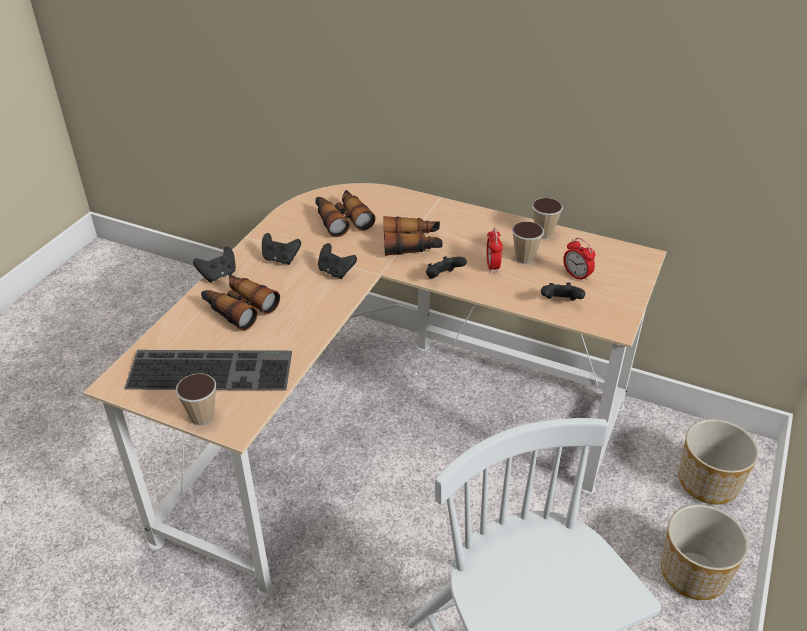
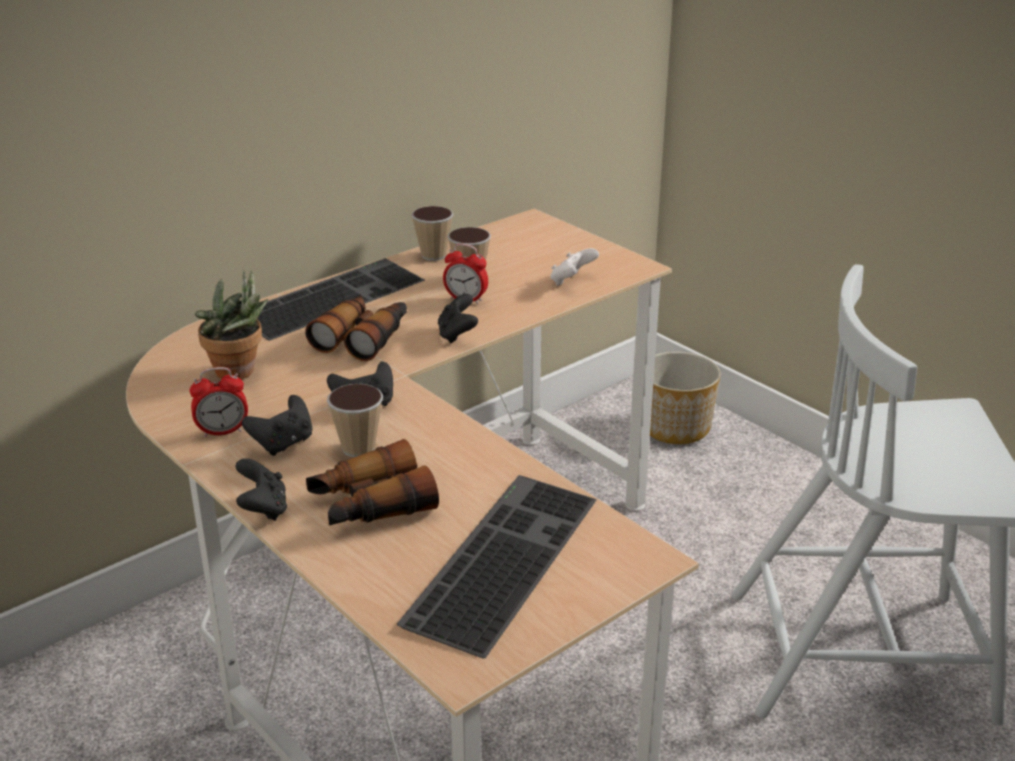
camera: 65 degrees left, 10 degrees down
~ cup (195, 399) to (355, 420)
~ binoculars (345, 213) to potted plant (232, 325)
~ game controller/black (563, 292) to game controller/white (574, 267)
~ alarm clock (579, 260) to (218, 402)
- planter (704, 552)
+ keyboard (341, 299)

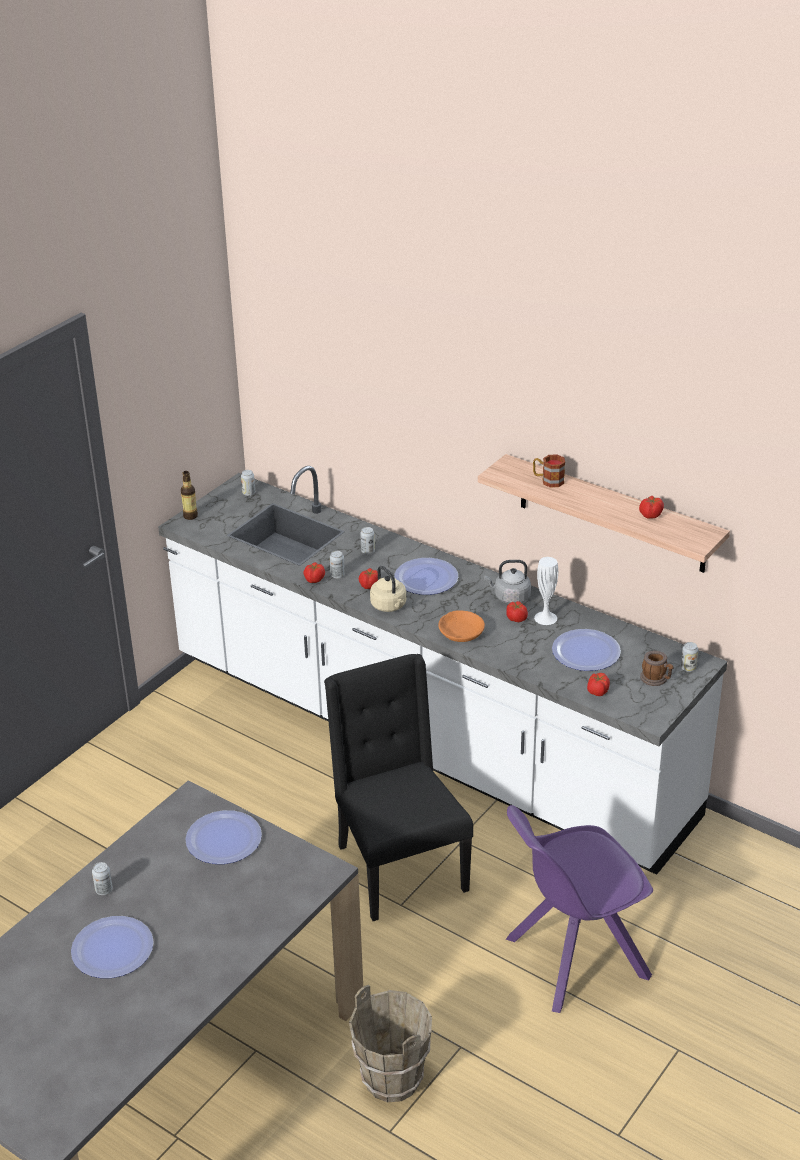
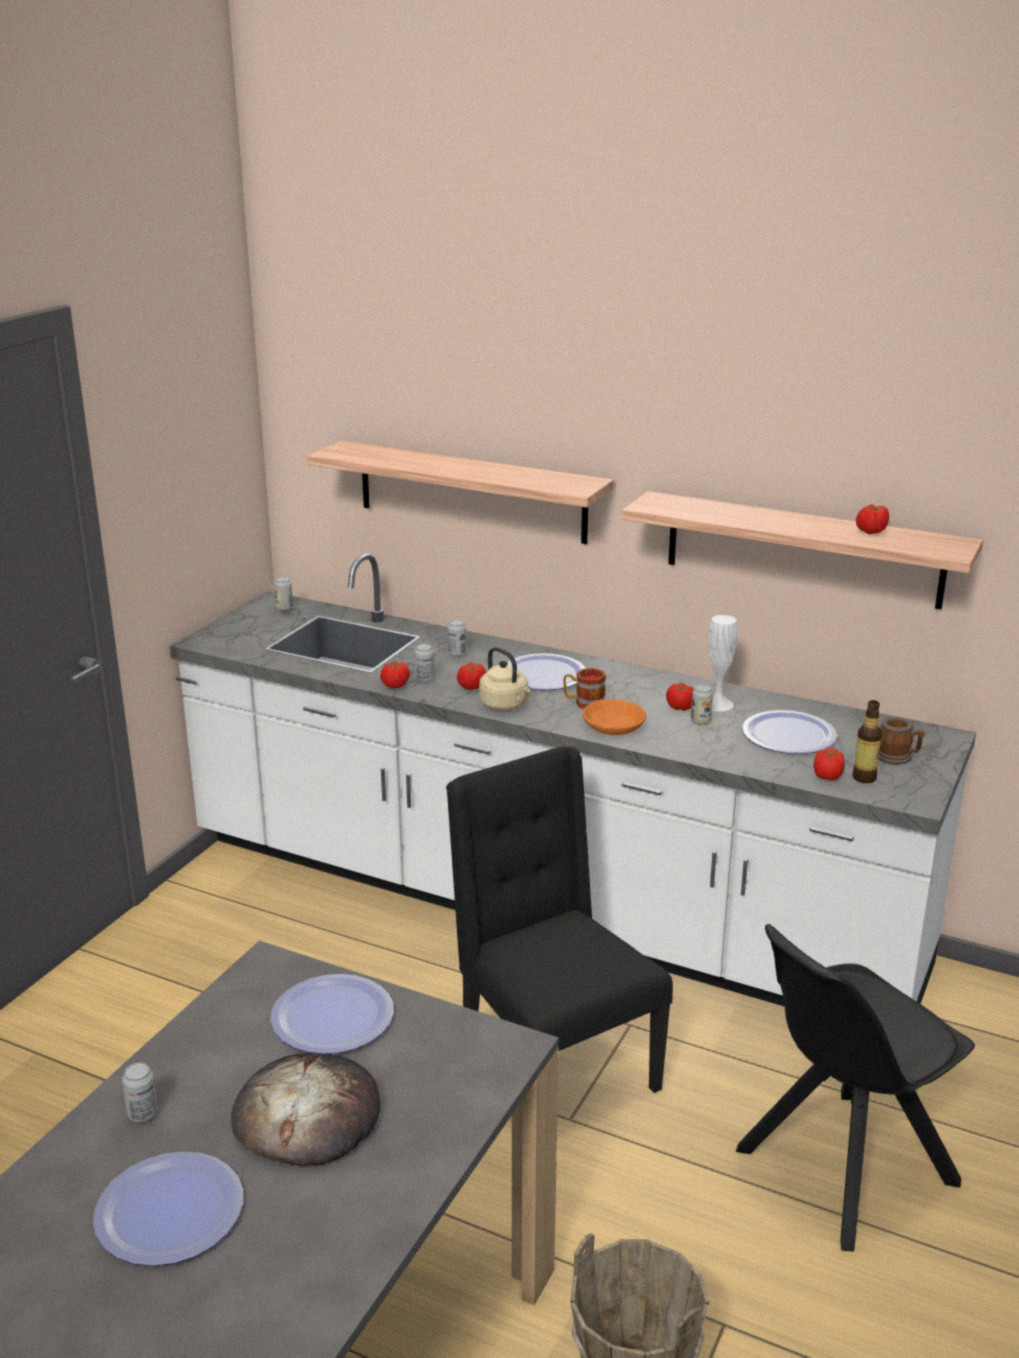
camera: 10 degrees left, 10 degrees down
~ bottle (189, 495) to (867, 741)
- kettle/grey (508, 582)
~ chair/purple (579, 909) to chair/black (855, 1088)
~ mug (549, 470) to (584, 688)
~ can (689, 657) to (702, 704)
+ bread (305, 1109)
+ shelf (460, 492)

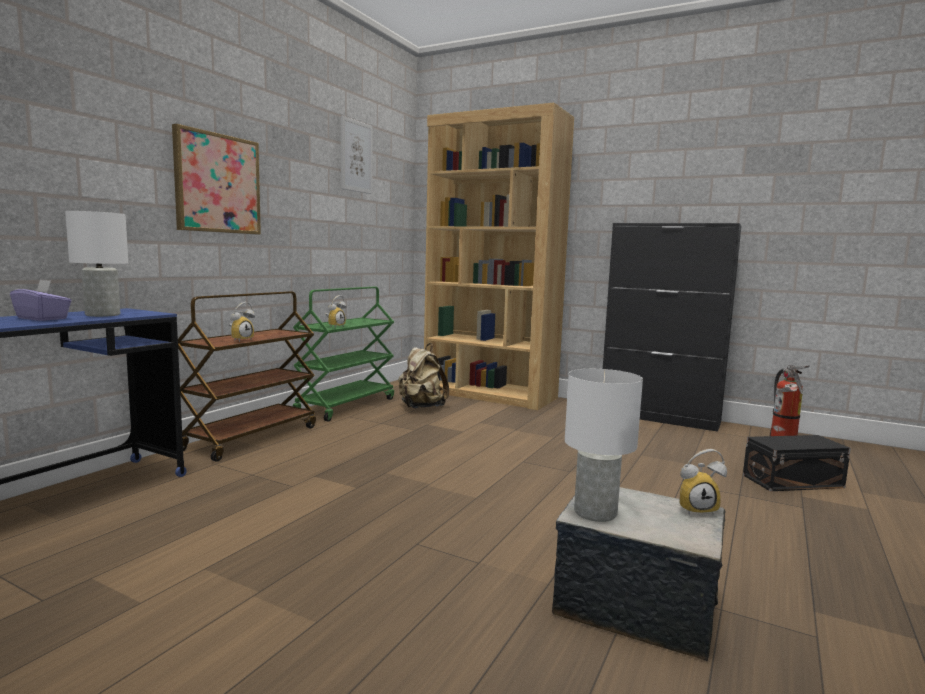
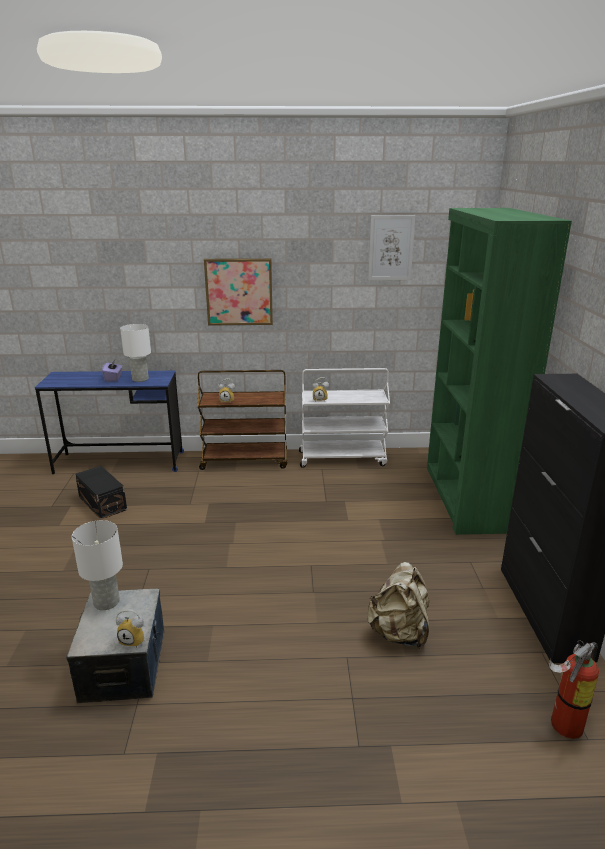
camera: 60 degrees right, 15 degrees up
~ cart/green (343, 354) to cart/white (344, 418)
~ backpack/beige (423, 375) to (398, 605)
~ bookcase/brown (499, 256) to bookcase/green (499, 371)
~ alarm clock (703, 482) = (130, 628) 45 degrees counterclockwise
~ storage box/black (797, 463) to (101, 493)

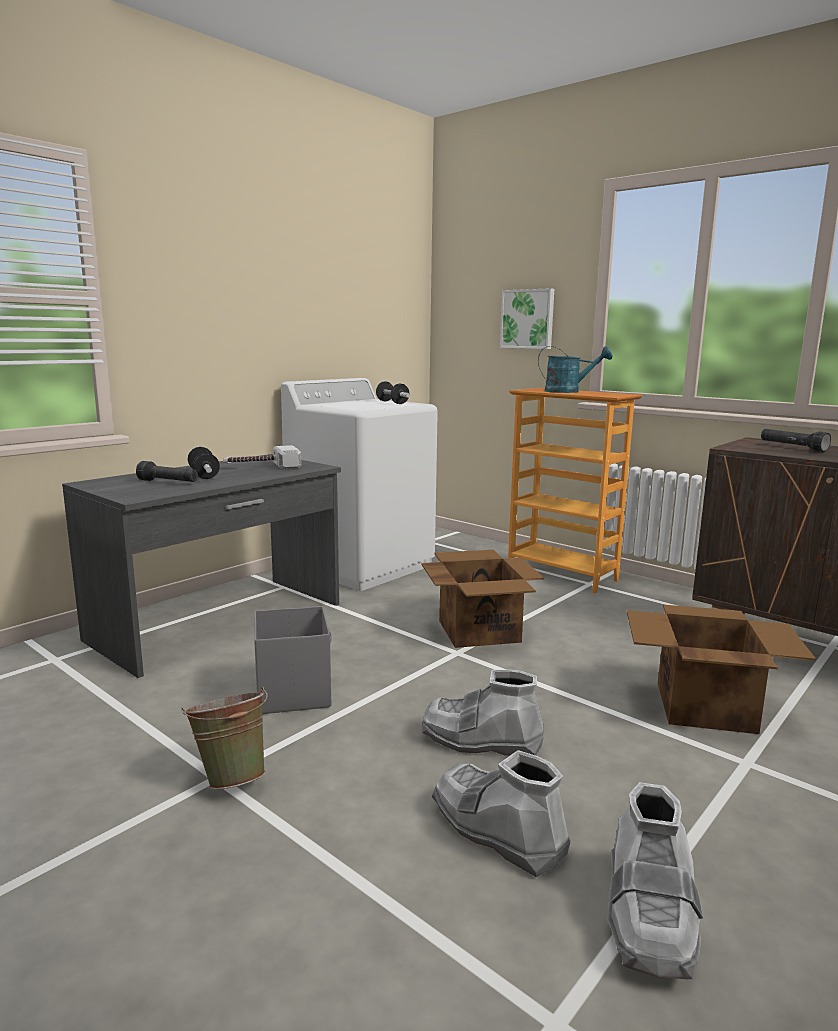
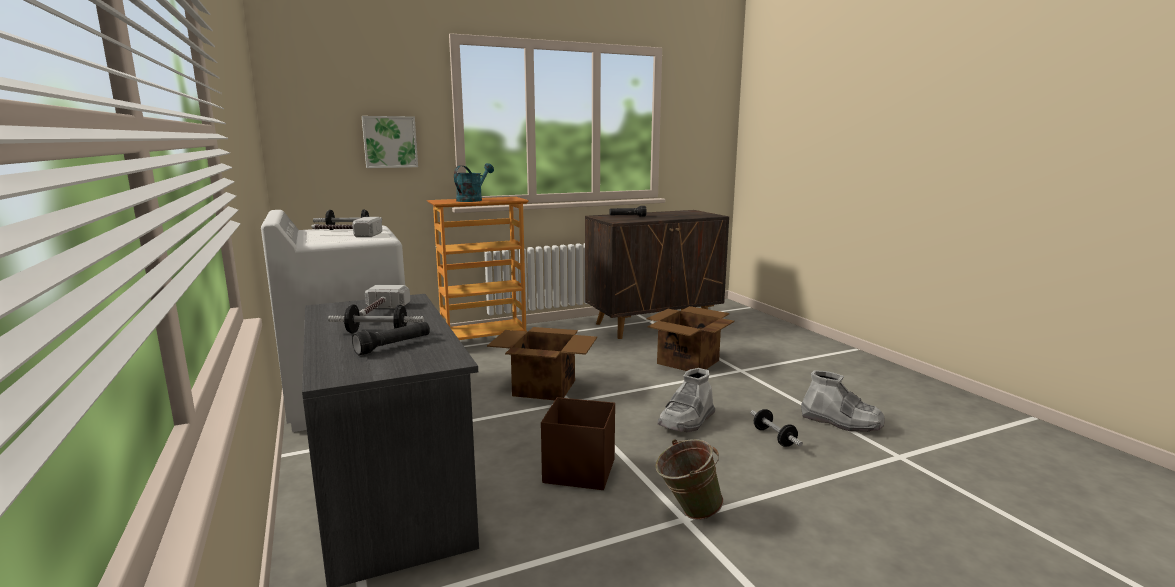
camera: 65 degrees left, 0 degrees up
~ storage box/grey (293, 660) to storage box/brown (578, 443)
~ boot/grey (501, 813) to dumbbell (776, 428)
+ hammer (347, 227)

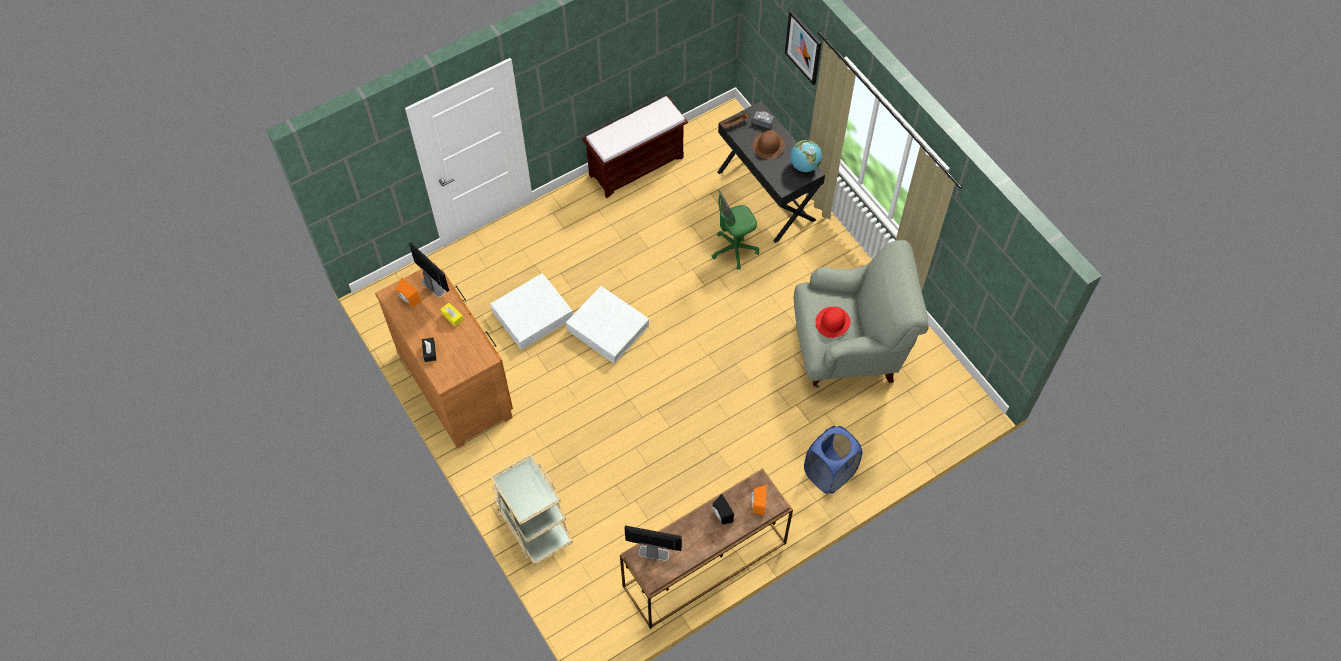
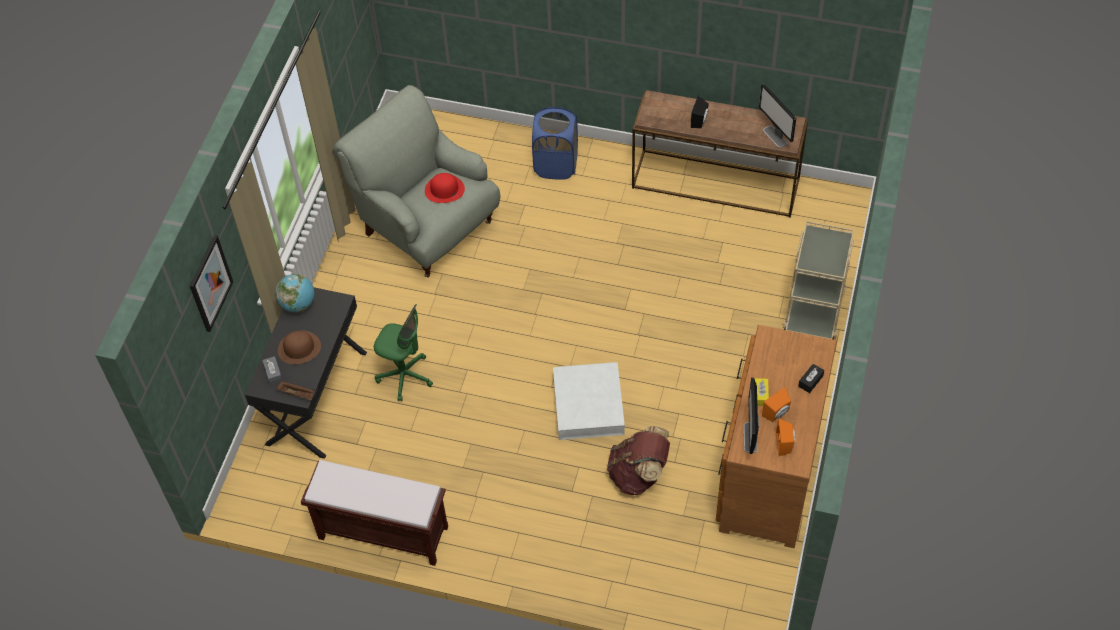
camera: 130 degrees left, 5 degrees down
~ storage box/white (532, 311) to backpack/brown (638, 460)
~ speaker/orange (759, 500) to (776, 404)

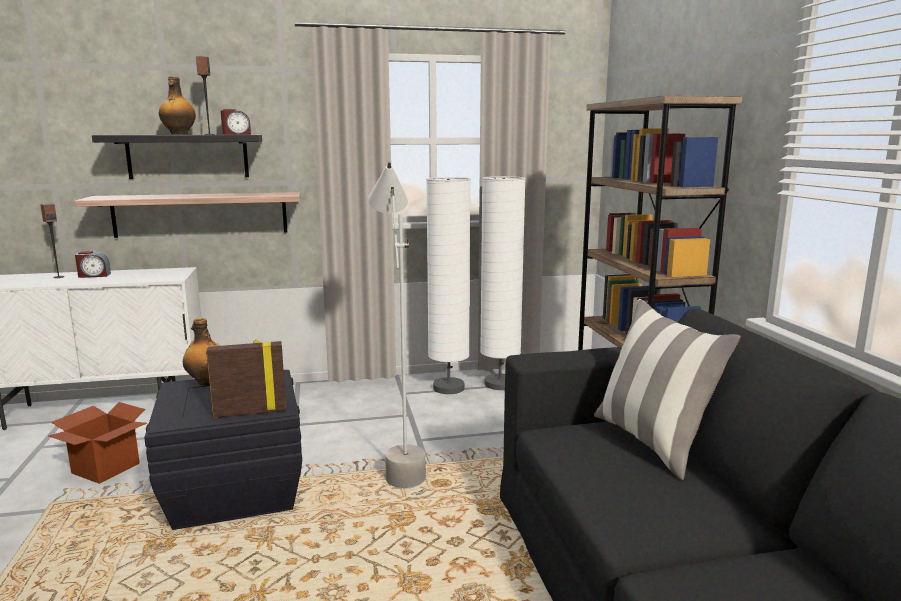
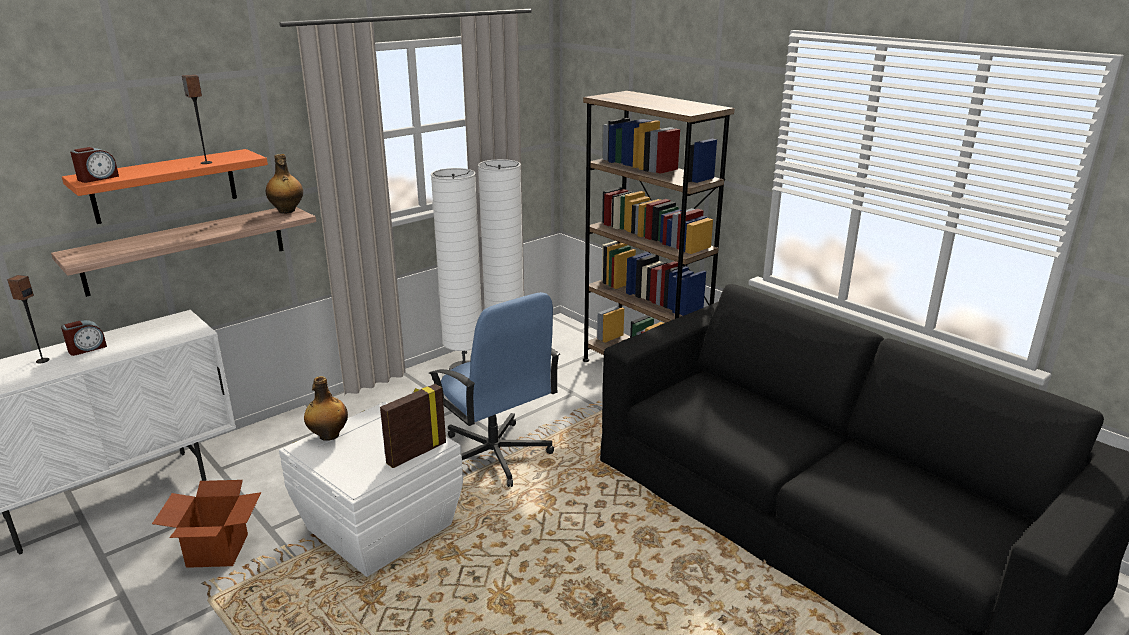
camera: 30 degrees left, 10 degrees up
~ shelf/black (177, 157) to shelf/orange (165, 186)
~ storage box/black (223, 450) to storage box/white (371, 489)
~ bottle (177, 106) to (284, 184)
~ alarm clock (235, 122) to (94, 165)
~ floor lamp/grey (397, 325) to office chair/blue (494, 389)
- pillow (667, 390)

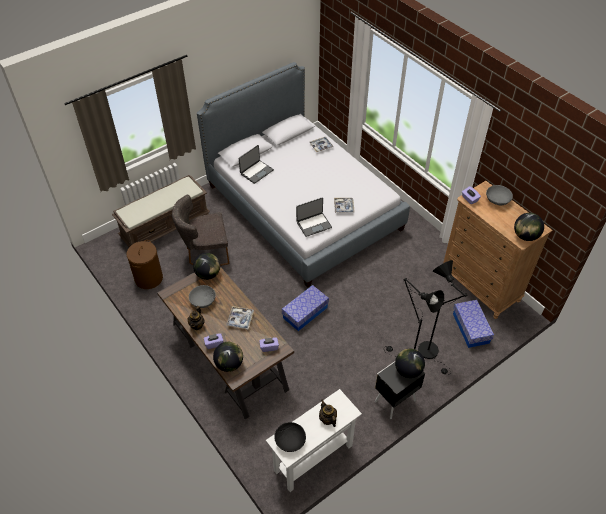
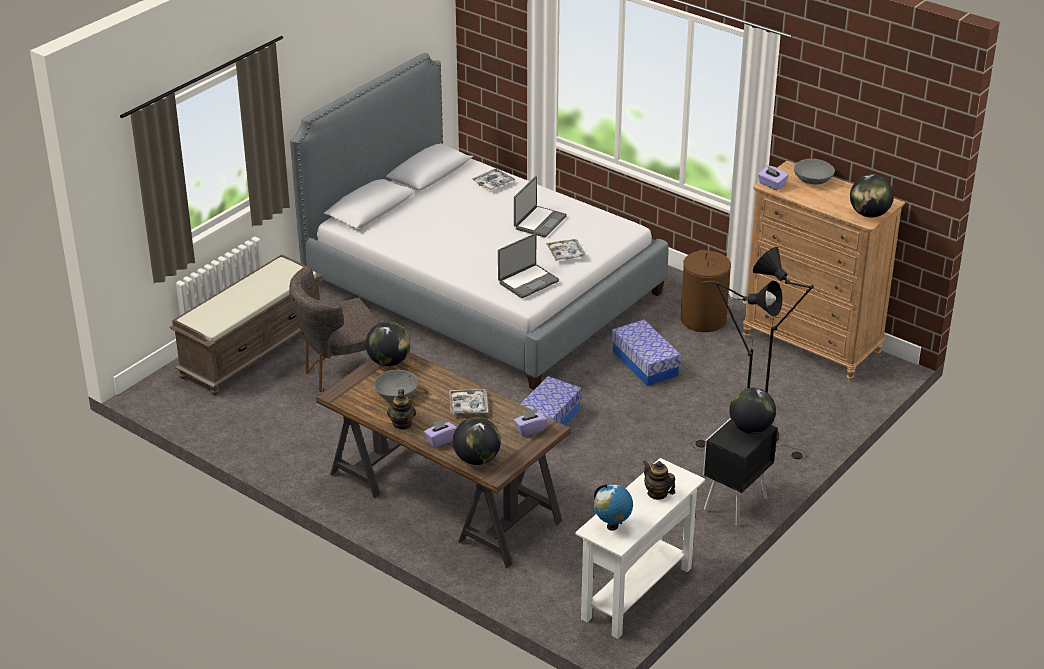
camera: 15 degrees left, 15 degrees down
~ laundry basket/brown (145, 264) to (706, 291)
~ laptop (256, 164) to (540, 207)
~ bowl/black (290, 437) to globe (613, 507)
~ storage box (473, 324) to (646, 353)

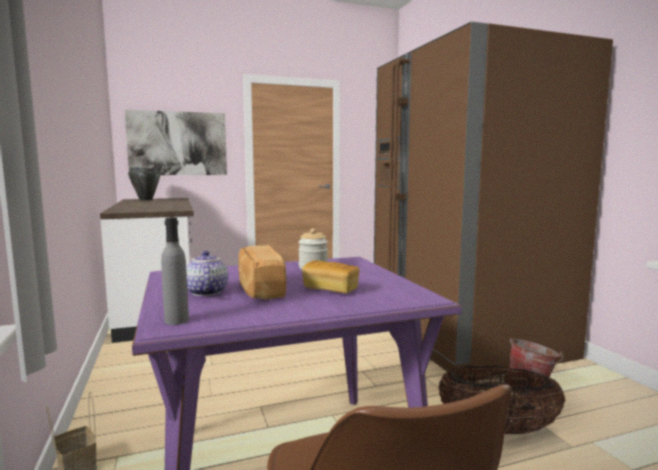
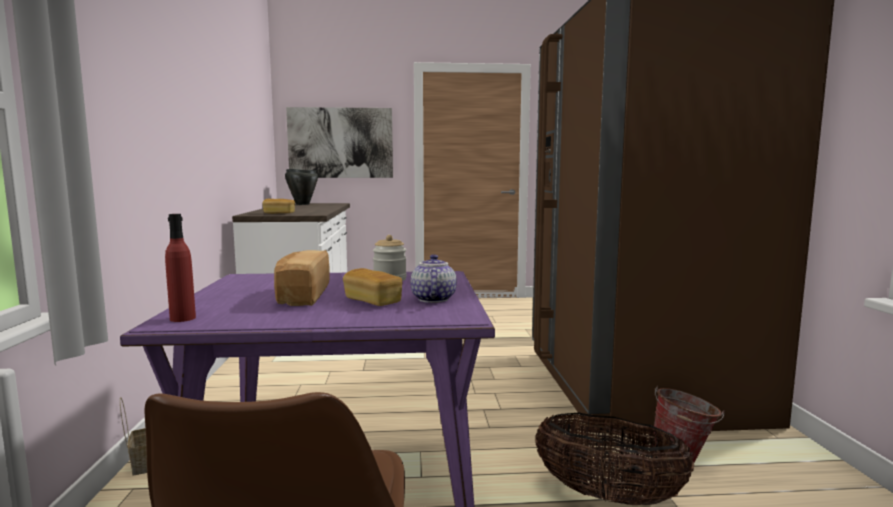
camera: 15 degrees right, 0 degrees up
~ bottle/grey (175, 271) to bottle/red (180, 268)
~ teapot (207, 273) to (434, 278)
+ bread (278, 206)

